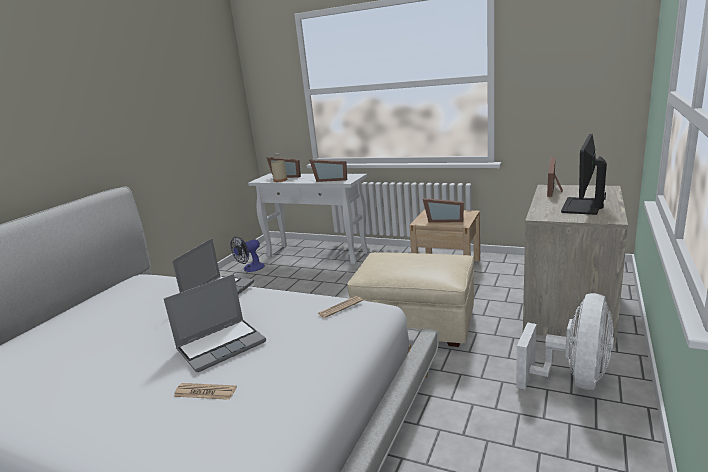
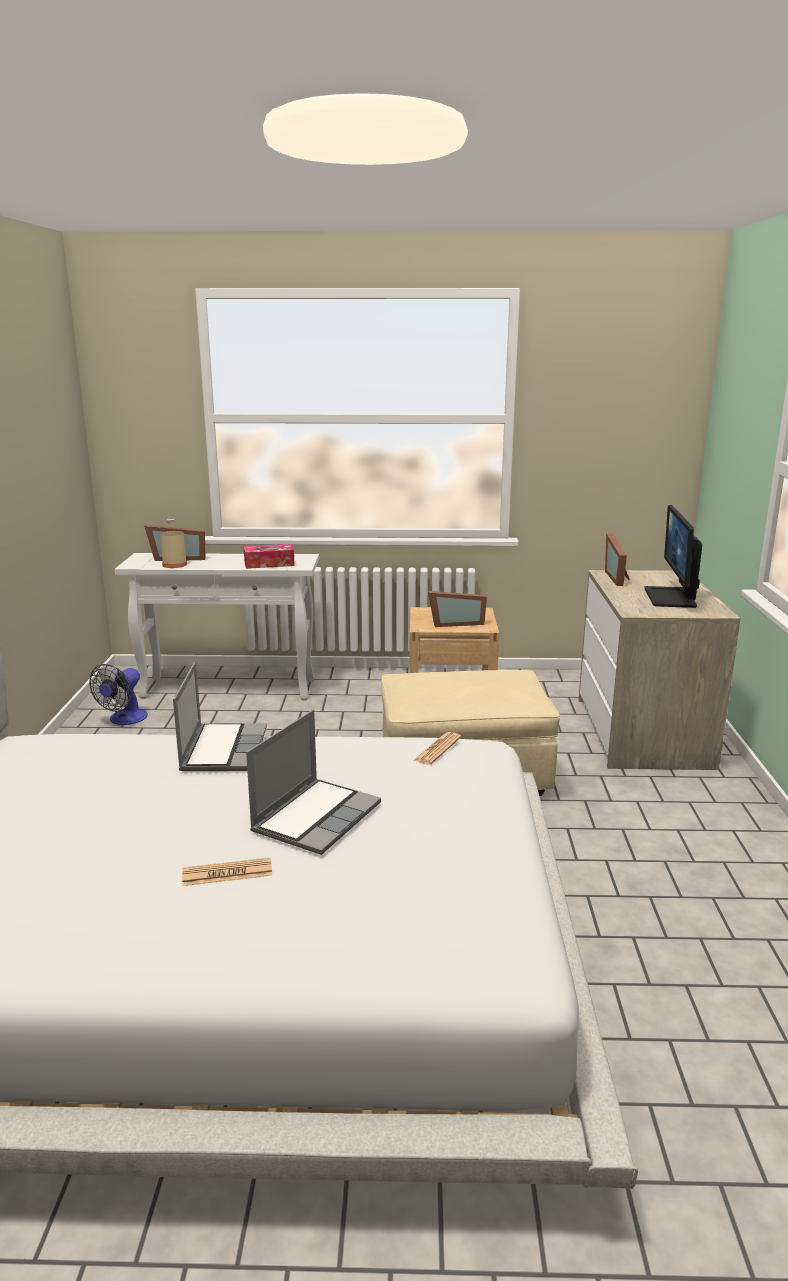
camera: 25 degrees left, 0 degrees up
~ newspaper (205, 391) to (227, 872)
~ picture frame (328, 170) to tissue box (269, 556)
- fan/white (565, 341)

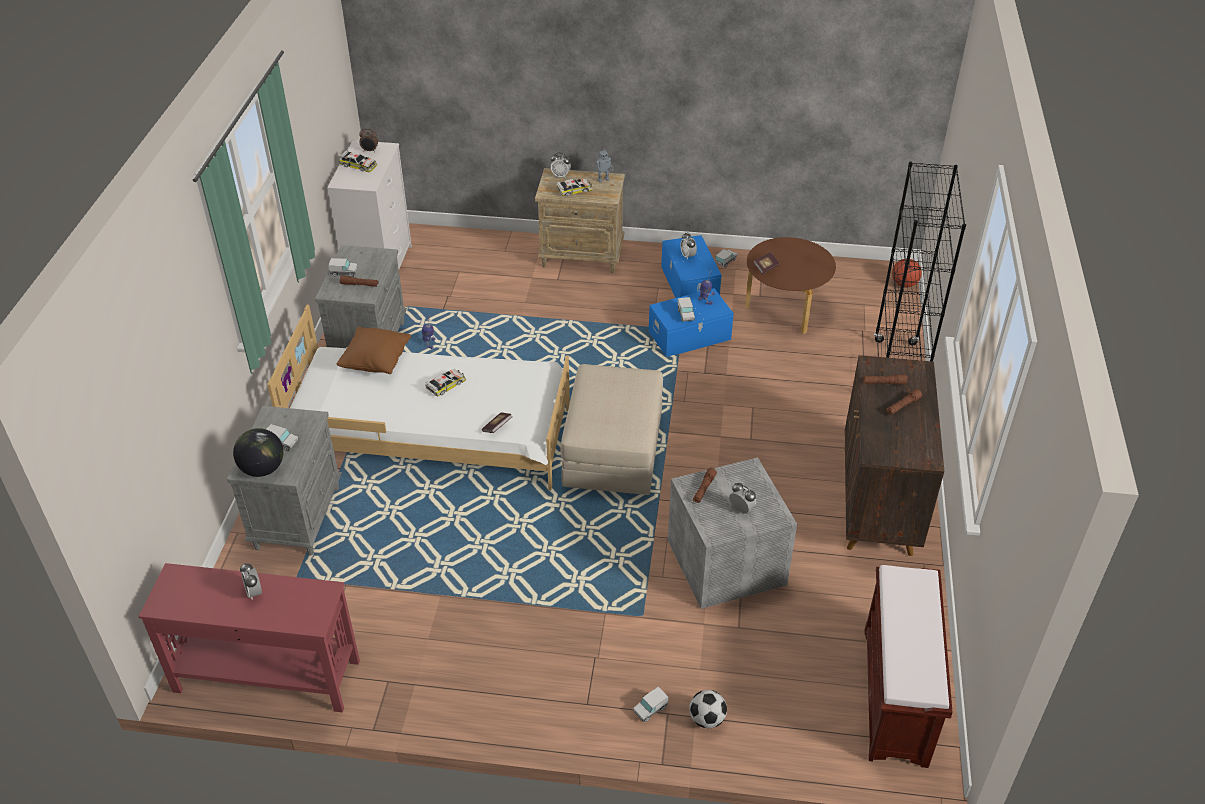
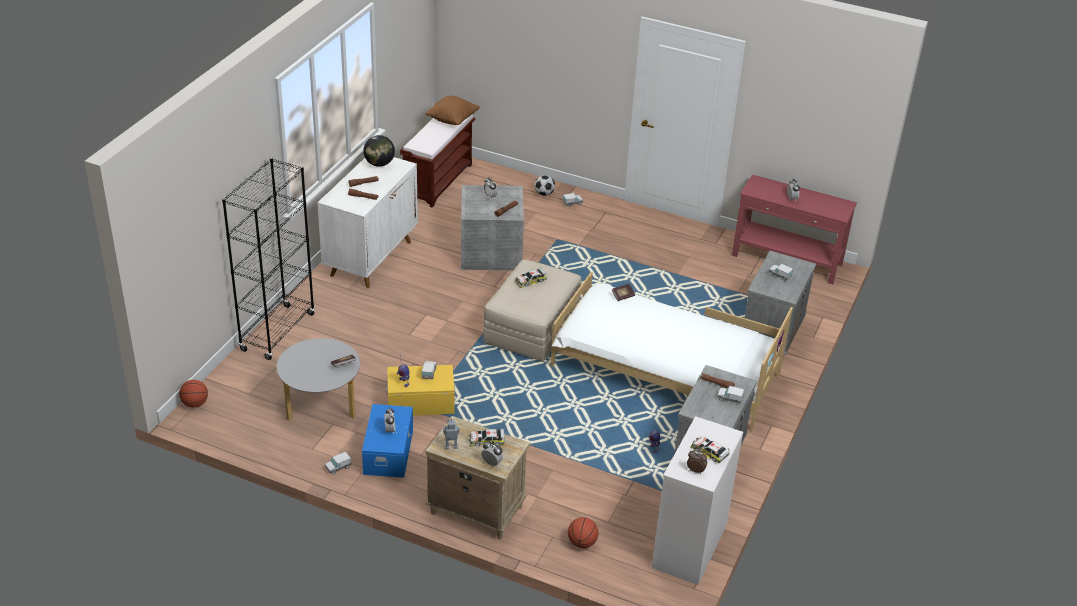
camera: 165 degrees left, 5 degrees down
~ globe (258, 452) to (379, 151)
~ pillow/brown (374, 350) to (453, 110)
~ toy car (446, 383) to (531, 277)
~ storage box/blue (691, 322) to storage box/yellow (421, 390)
~ coffee table/brown (790, 285) to coffee table/grey (318, 379)
~ cabinet/brown (894, 455) to cabinet/white (367, 222)
+ basketball (583, 532)

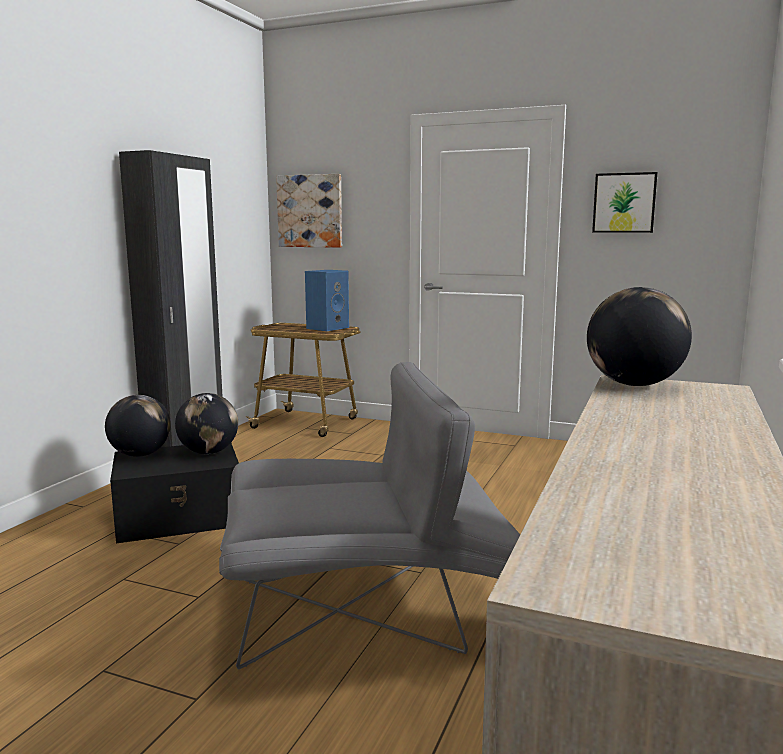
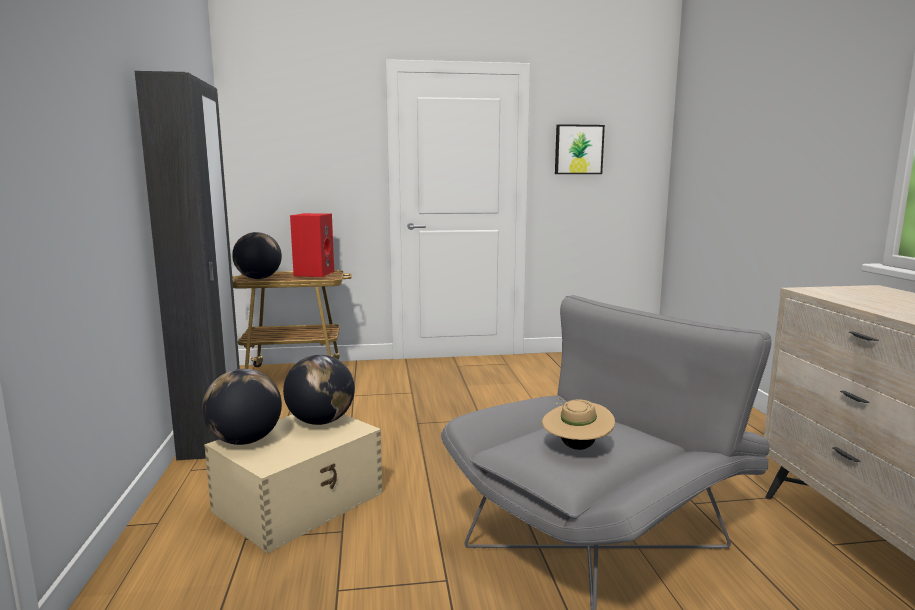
camera: 30 degrees left, 0 degrees up
~ storage box/black (174, 493) to storage box/beige (293, 484)
- picture (309, 211)
~ speaker/blue (327, 300) to speaker/red (312, 245)
~ globe (639, 336) to (257, 255)
+ hat/beige (578, 424)

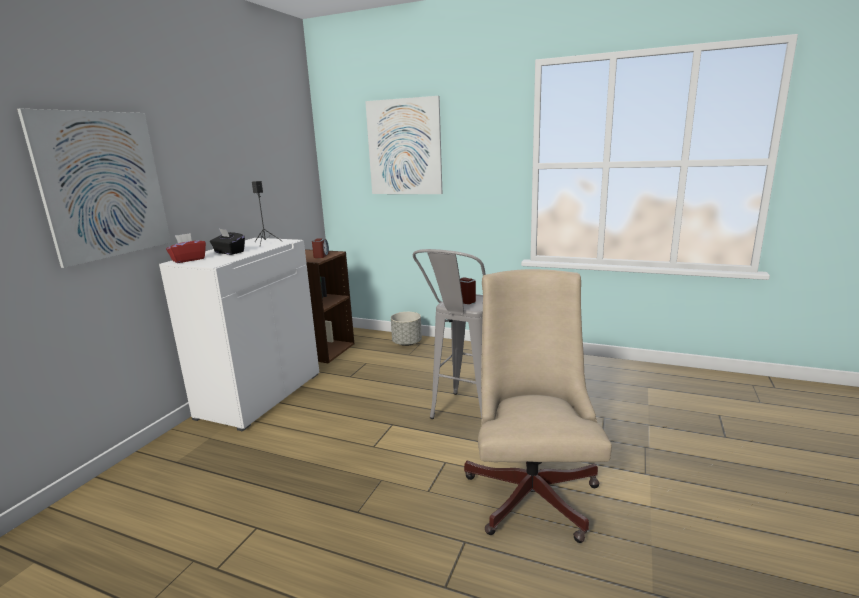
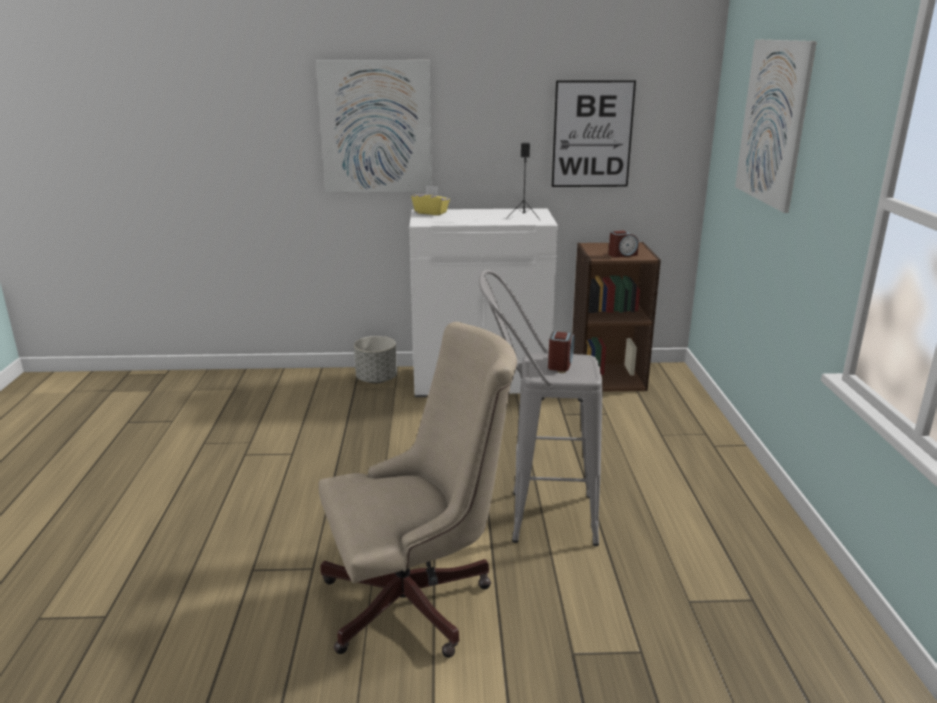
camera: 65 degrees right, 5 degrees up
~ tissue box/red (186, 248) to tissue box/yellow (430, 200)
- tissue box/black (227, 242)
~ planter/grey (406, 329) to (375, 359)
+ picture (594, 133)

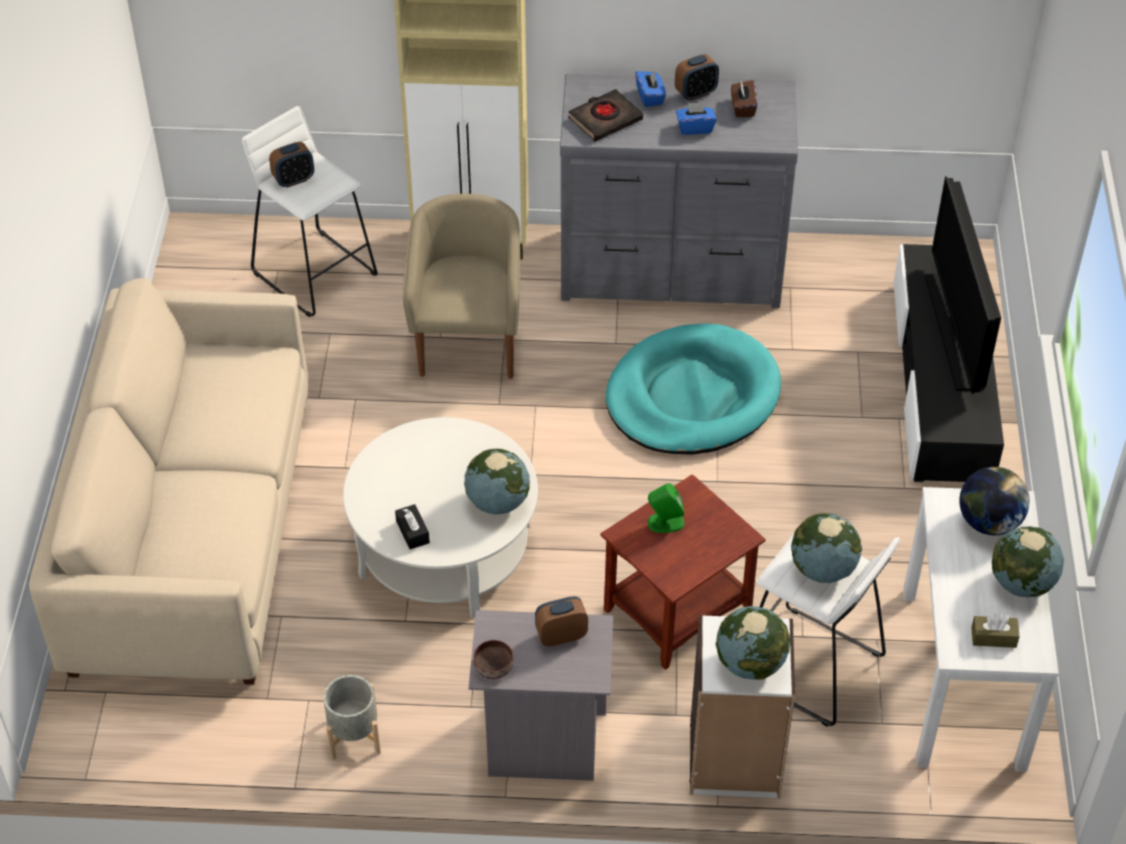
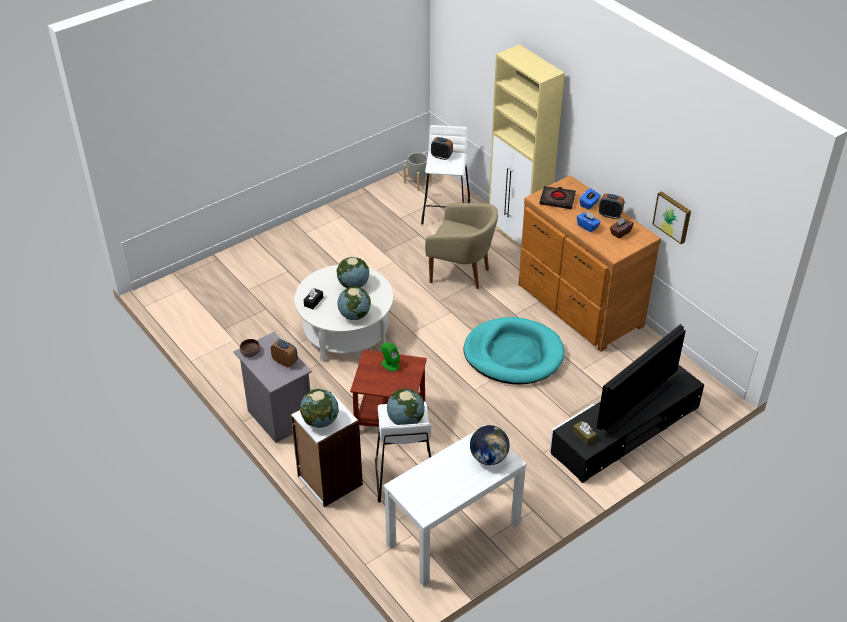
camera: 50 degrees right, 5 degrees down
- sofa/beige (169, 481)
~ planter/grey (352, 717) to (417, 172)
~ armchair/beige (461, 286) = (461, 246) 60 degrees clockwise
~ dresser/grey (679, 191) to dresser/brown (589, 263)
~ tissue box/brown (995, 630) to (585, 433)
~ globe (1028, 561) to (353, 272)
+ picture (672, 217)

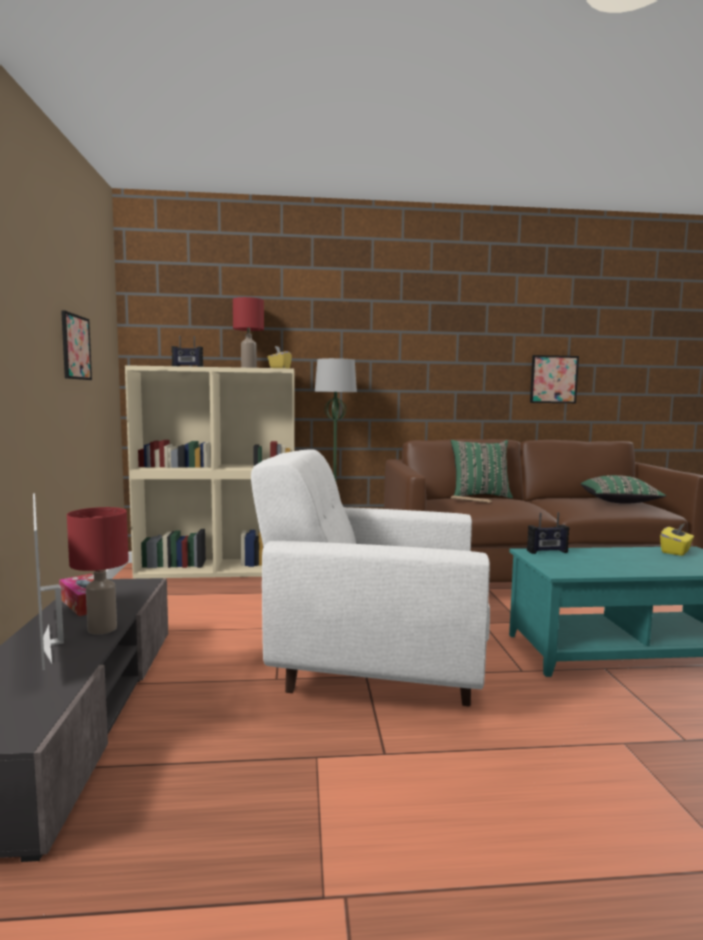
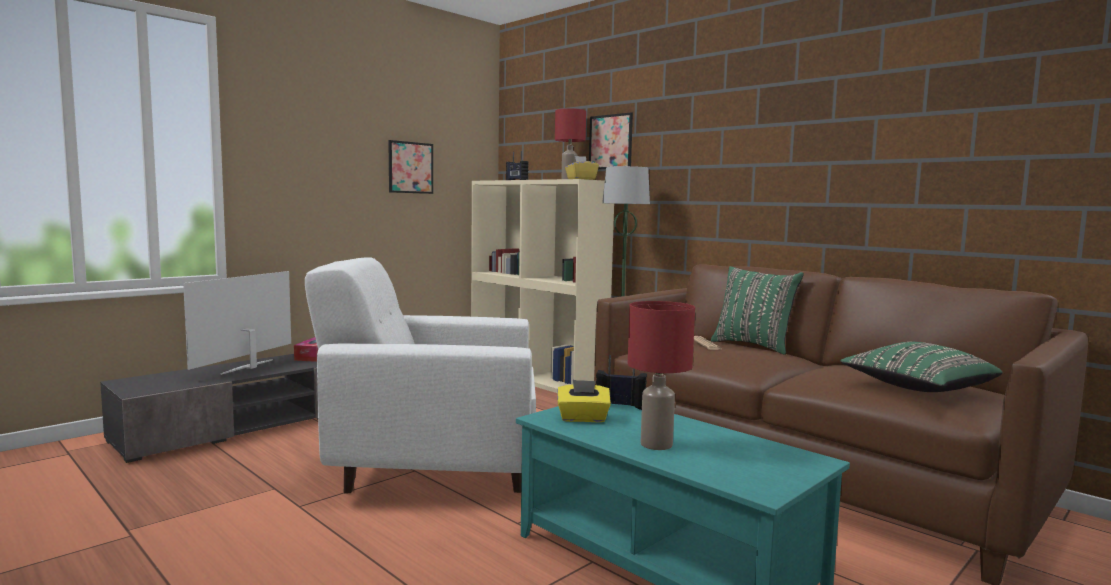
camera: 50 degrees right, 0 degrees up
~ table lamp/red (98, 571) to (661, 375)
~ armchair/white (370, 578) = (420, 375) 60 degrees counterclockwise
~ radio (548, 533) = (621, 382) 150 degrees clockwise
~ picture (554, 379) to (611, 140)
~ tissue box/yellow (677, 539) to (584, 401)

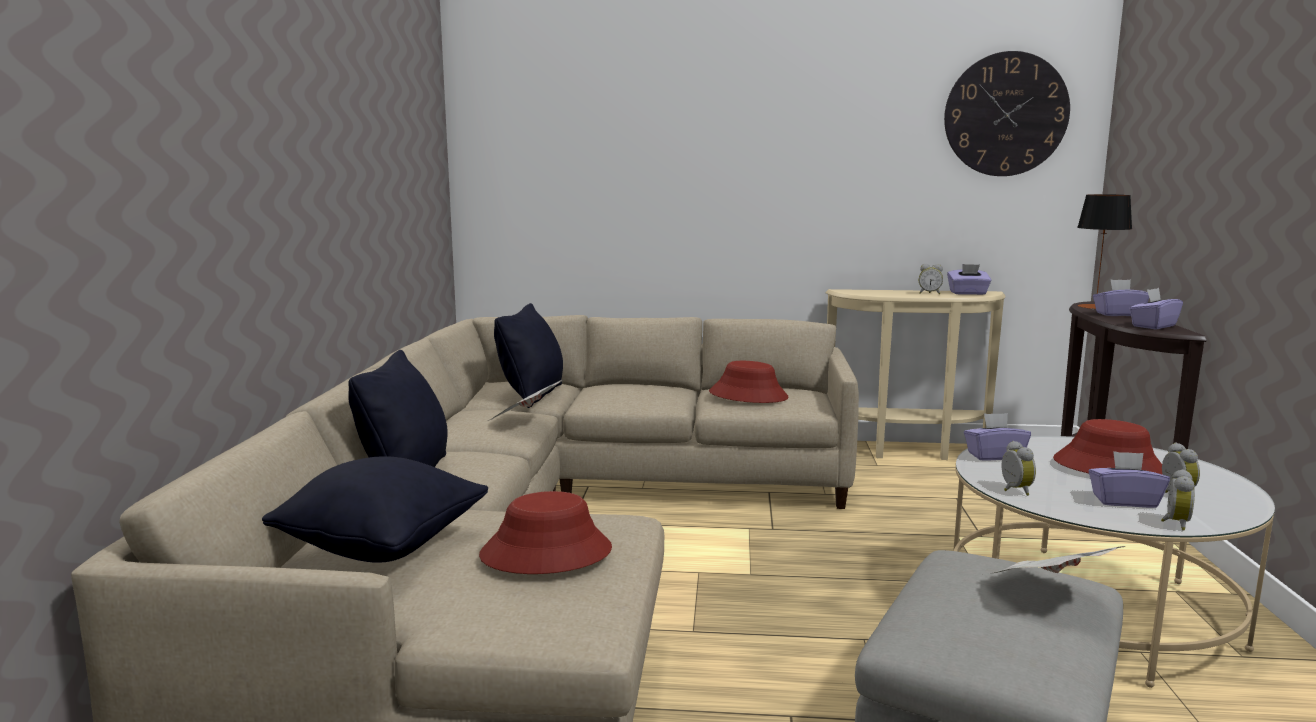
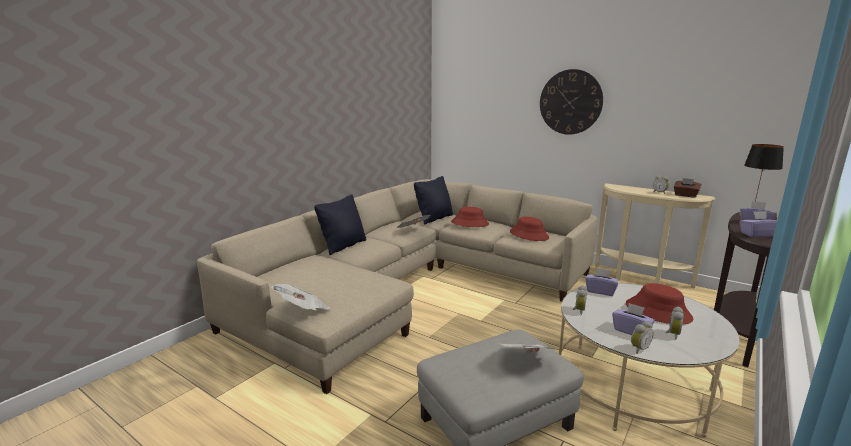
camera: 30 degrees right, 5 degrees up
- pillow/black (375, 509)
~ hat/red (545, 532) to (470, 217)
~ wall clock (1007, 113) to (571, 102)
~ tissue box/purple (969, 279) to tissue box/brown (688, 188)
+ newspaper (301, 297)

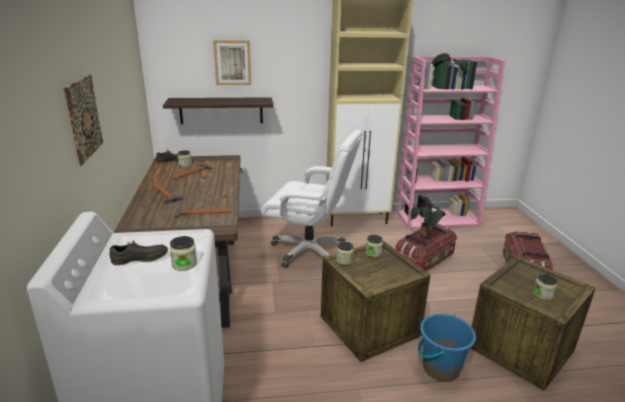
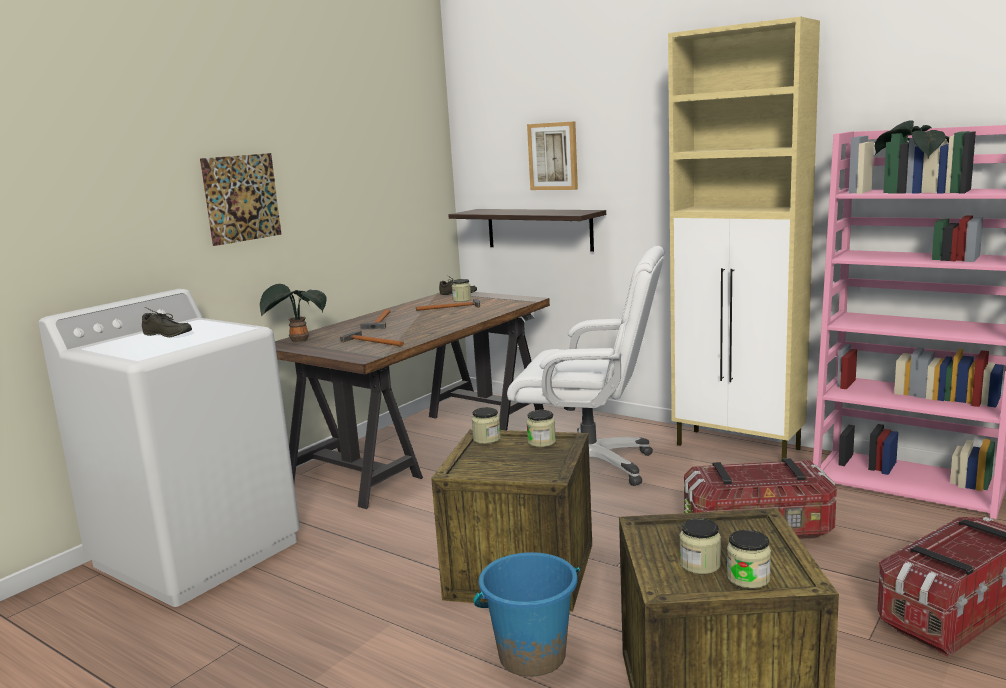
camera: 45 degrees right, 10 degrees down
~ jar (183, 253) to (749, 559)
~ office chair/white (311, 199) = (585, 366) 45 degrees counterclockwise
~ potted plant (427, 222) to (293, 313)

